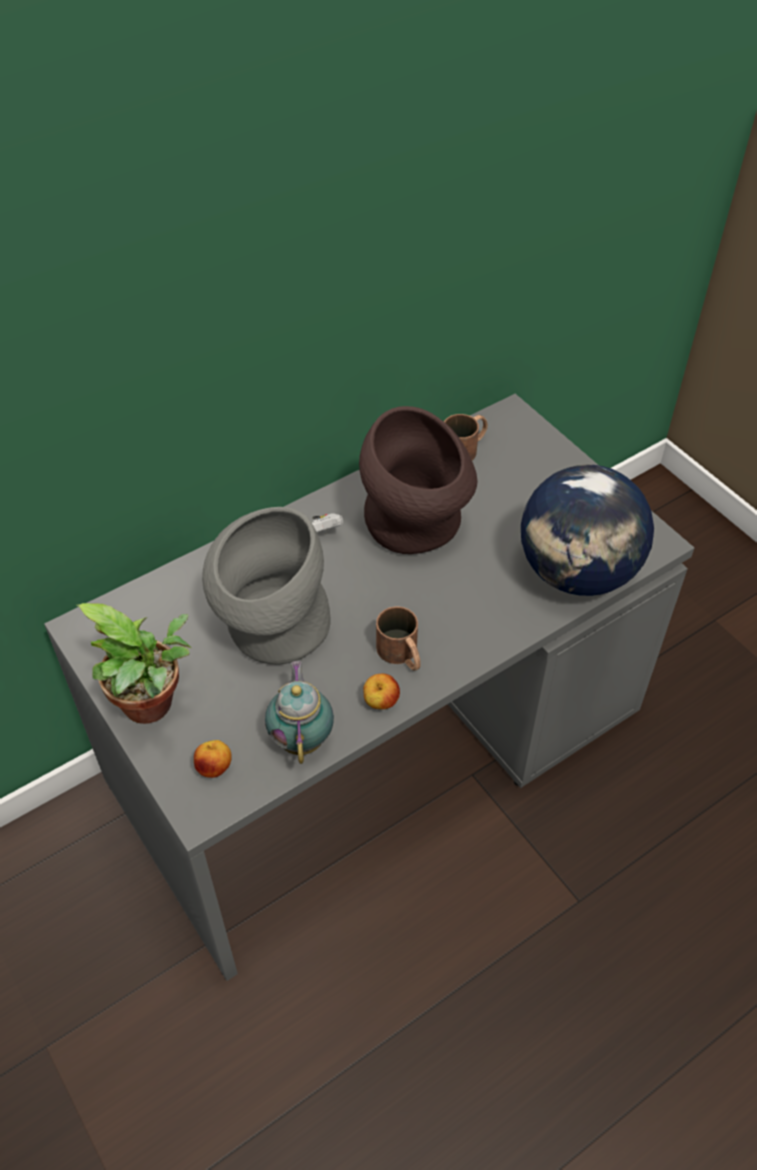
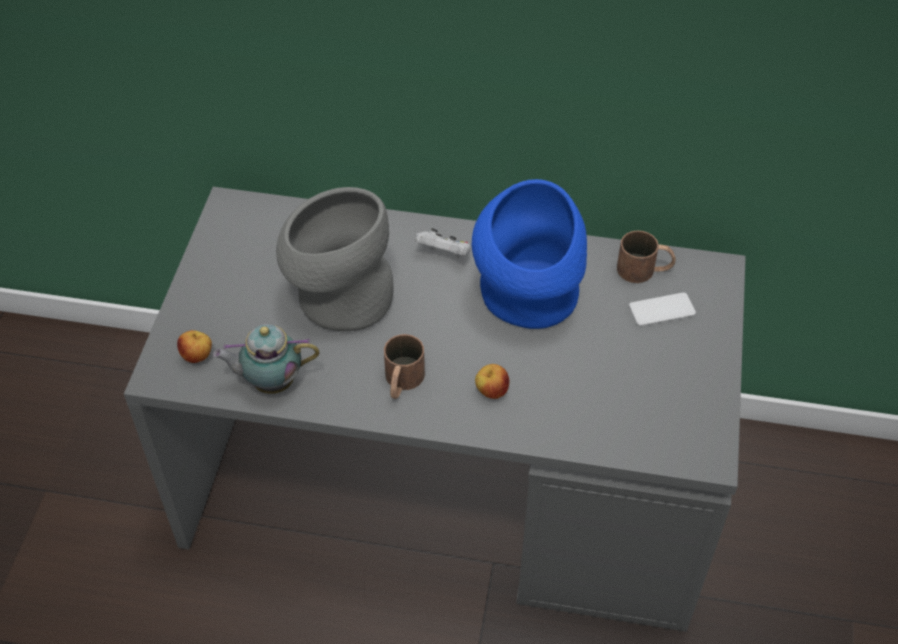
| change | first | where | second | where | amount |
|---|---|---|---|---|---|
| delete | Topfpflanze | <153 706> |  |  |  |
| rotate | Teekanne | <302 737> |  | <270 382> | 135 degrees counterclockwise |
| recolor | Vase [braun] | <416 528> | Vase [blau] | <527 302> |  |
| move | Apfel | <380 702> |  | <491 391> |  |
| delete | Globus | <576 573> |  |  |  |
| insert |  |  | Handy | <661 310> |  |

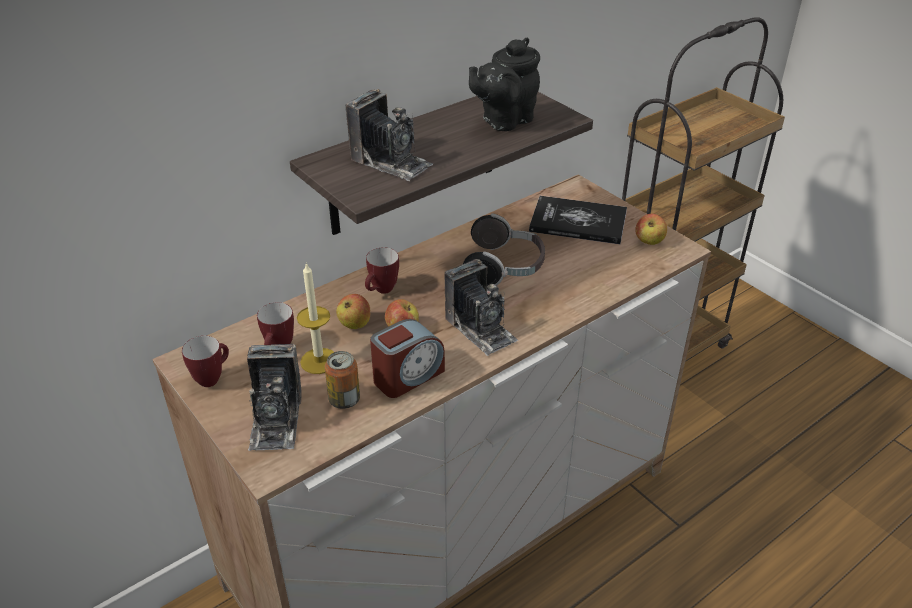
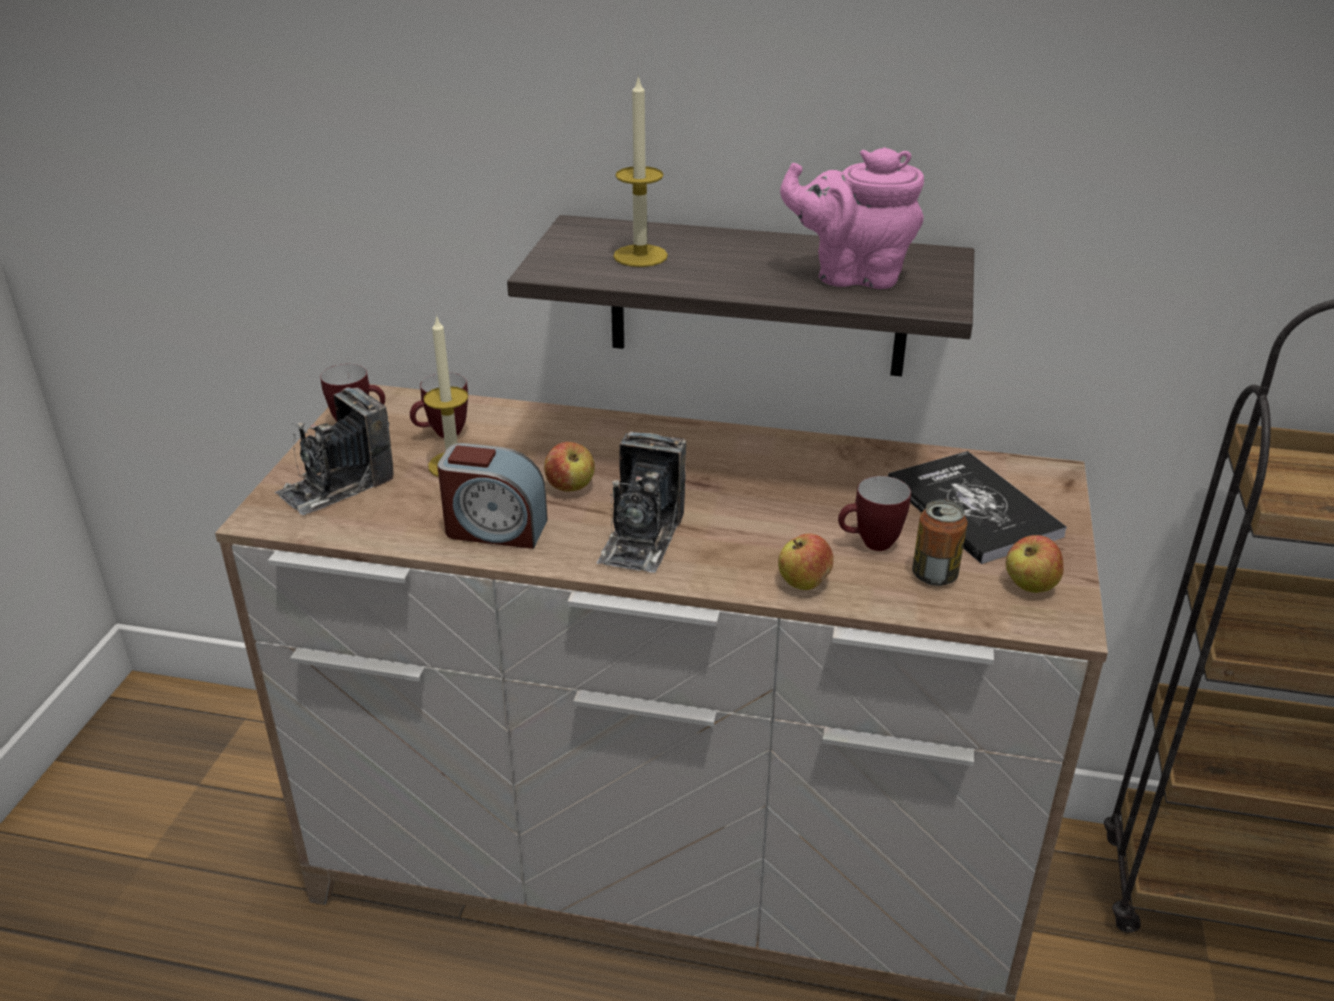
| change | first | where | second | where | amount |
|---|---|---|---|---|---|
| move | Dose | <344 400> |  | <934 575> |  |
| move | Apfel | <355 324> |  | <804 583> |  |
| replace | Kamera | <391 162> | Kerze | <640 256> |  |
| move | Henkelbecher | <381 291> |  | <870 544> |  |
| delete | Kopfhörer | <504 269> |  |  |  |
| recolor | Teekanne [schwarz] | <504 121> | Teekanne [rosa] | <852 275> |  |

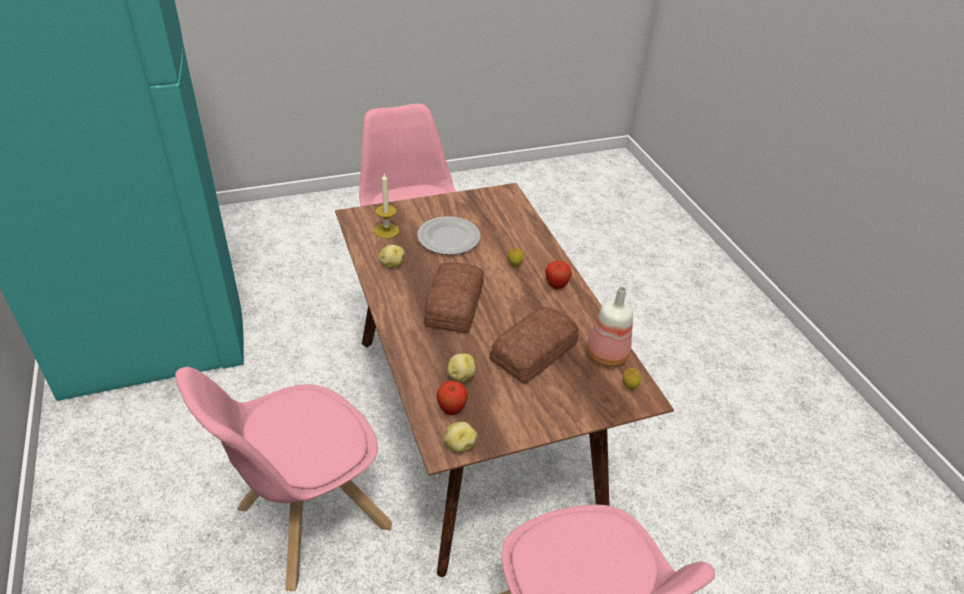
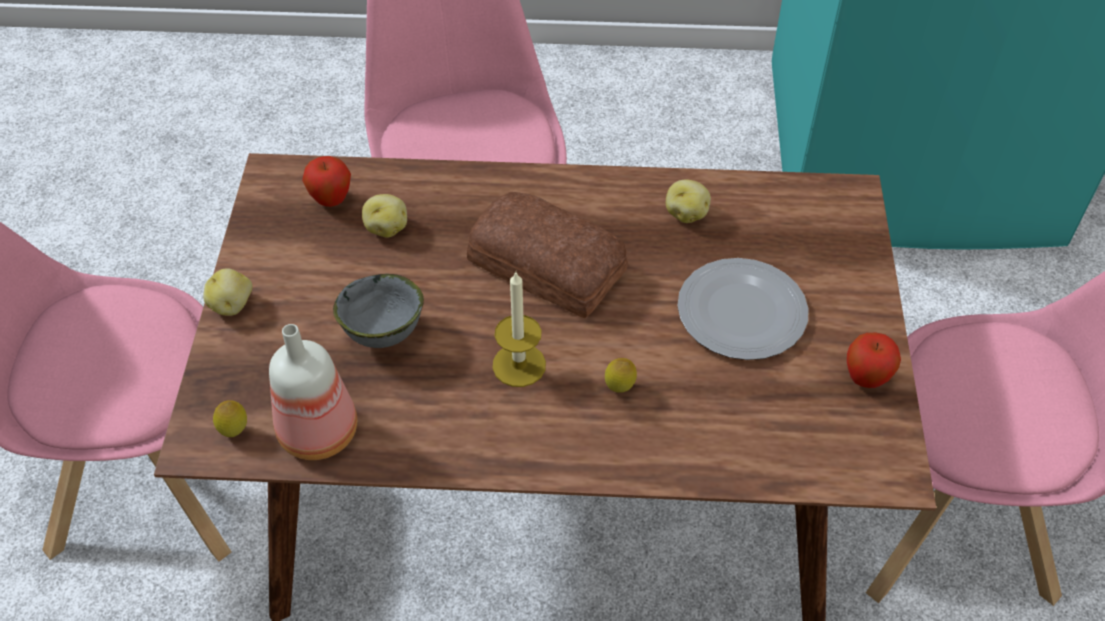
| change | first | where | second | where | amount |
|---|---|---|---|---|---|
| move | Kerze | <386 230> |  | <519 365> |  |
| move | Kartoffel | <459 445> |  | <232 304> |  |
| replace | Brot | <536 352> | Schüssel [grau] | <382 335> |  |
| move | Apfel | <556 286> |  | <866 378> |  |

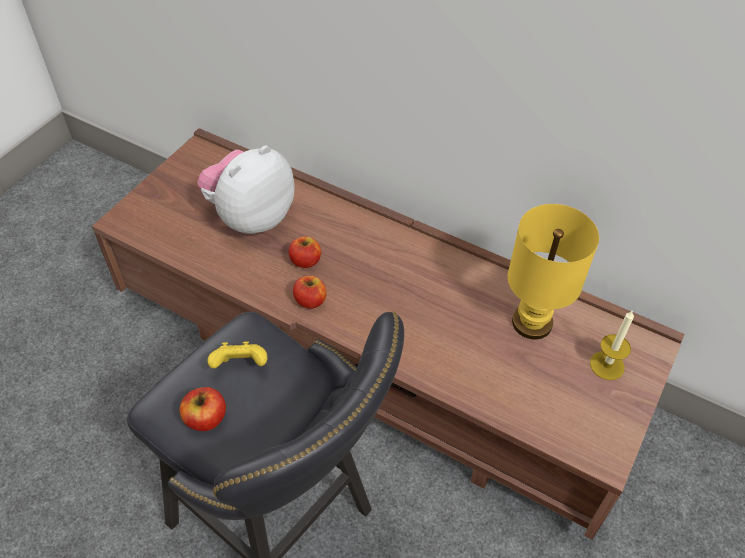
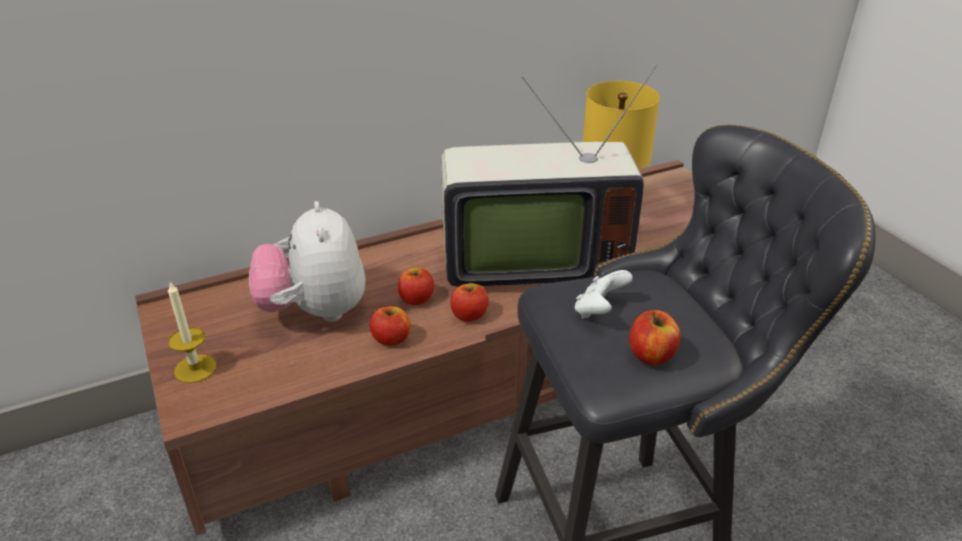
| change | first | where | second | where | amount |
|---|---|---|---|---|---|
| recolor | Gamepad [gelb] | <241 365> | Gamepad [weiß] | <599 311> |  |
| move | Kerze | <607 365> |  | <195 368> |  |
| insert |  |  | Apfel | <391 338> |  |
| insert |  |  | Fernseher | <530 263> |  |

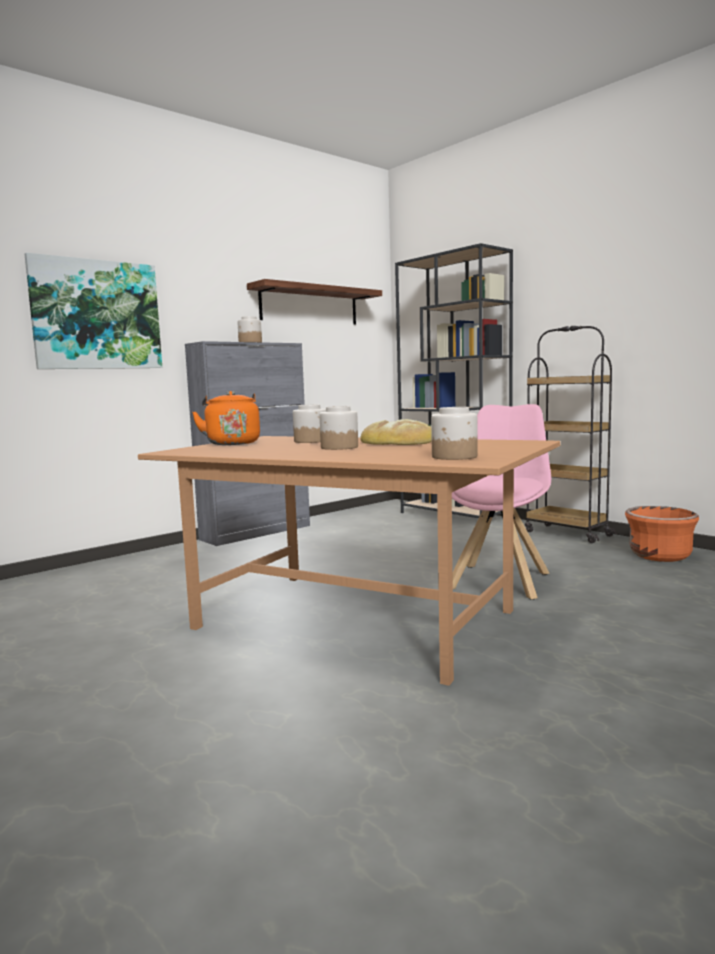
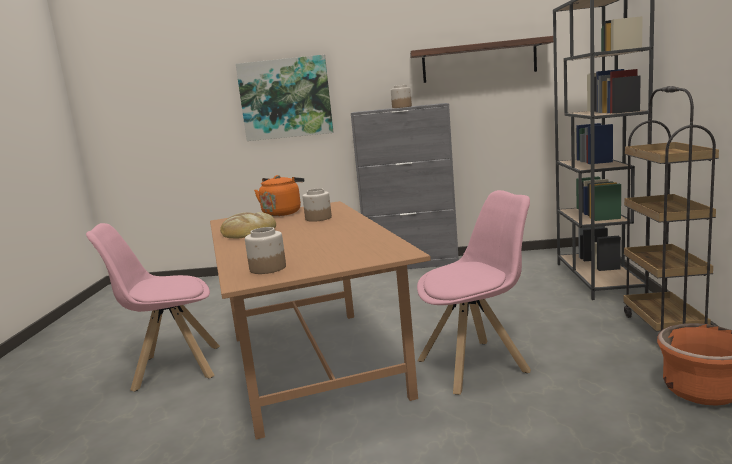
| change | first | where | second | where | amount |
|---|---|---|---|---|---|
| delete | Vorratsglas | <339 447> |  |  |  |
| move | Brot | <398 442> |  | <248 231> |  |
| insert |  |  | Stuhl [rosa] | <172 368> |  |

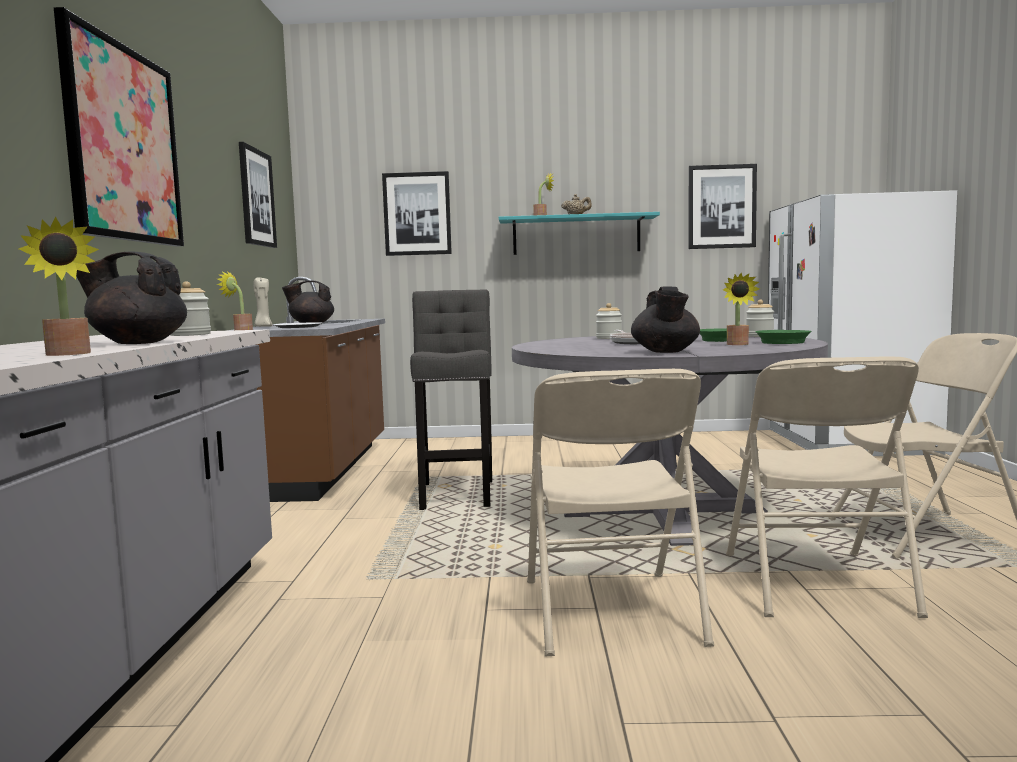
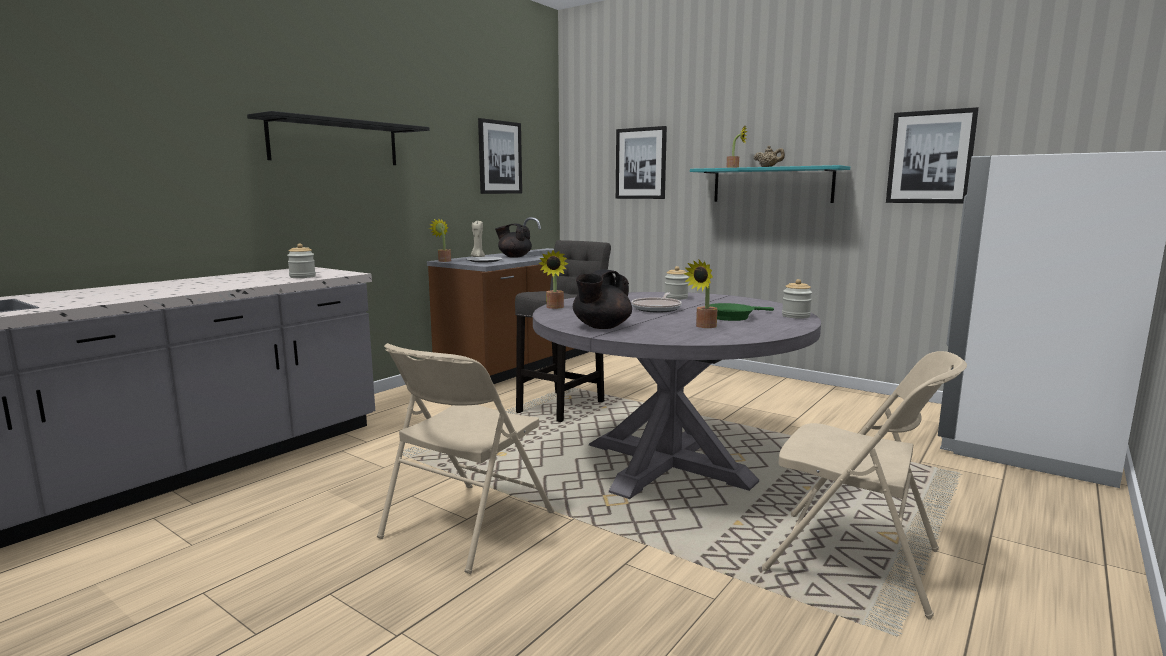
| change | first | where | second | where | amount |
|---|---|---|---|---|---|
| move | Topfpflanze | <69 354> |  | <554 307> |  |
| replace | Bild | <123 144> | Wandregal [schwarz] | <335 142> |  |
| delete | Teekanne [schwarz] | <137 343> |  |  |  |
| delete | Stuhl [beige] | <814 583> |  |  |  |
| delete | Pfanne [grün] | <784 342> |  |  |  |

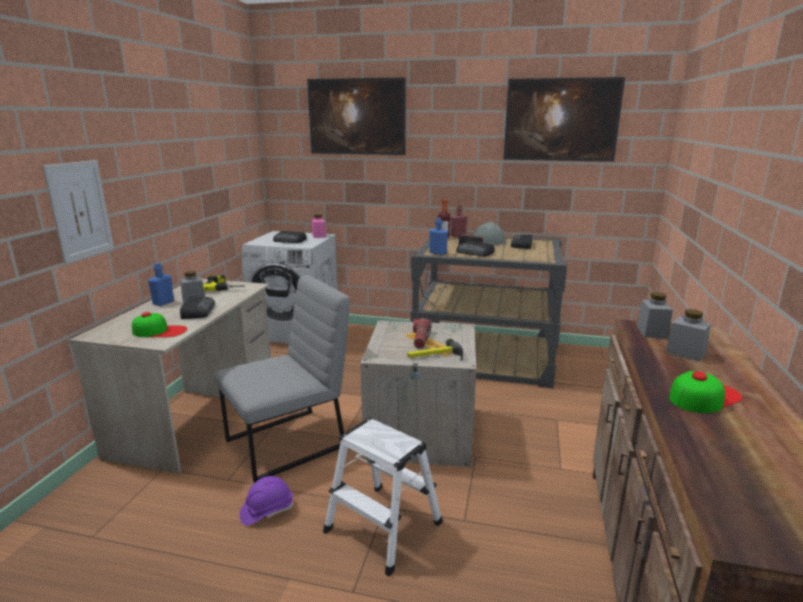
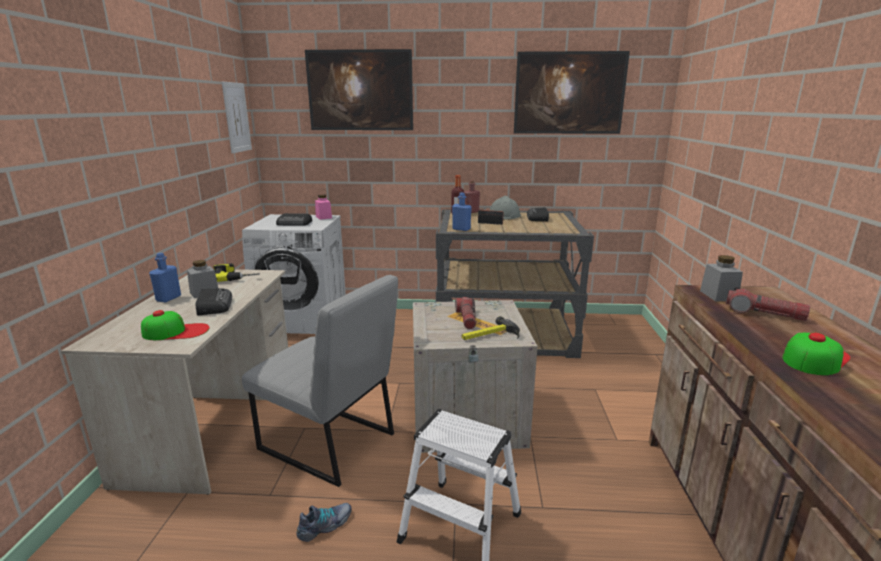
| change | first | where | second | where | amount |
|---|---|---|---|---|---|
| move | Bild | <80 210> |  | <237 117> |  |
| rotate | Stuhl [grau] | <289 442> |  | <329 443> | 75 degrees clockwise |
| replace | Schutzhelm [lila] | <267 510> | Schuh | <325 526> |  |
| delete | Radio | <475 252> |  |  |  |
| replace | Vorratsglas [grau] | <685 353> | Taschenlampe | <764 314> |  |

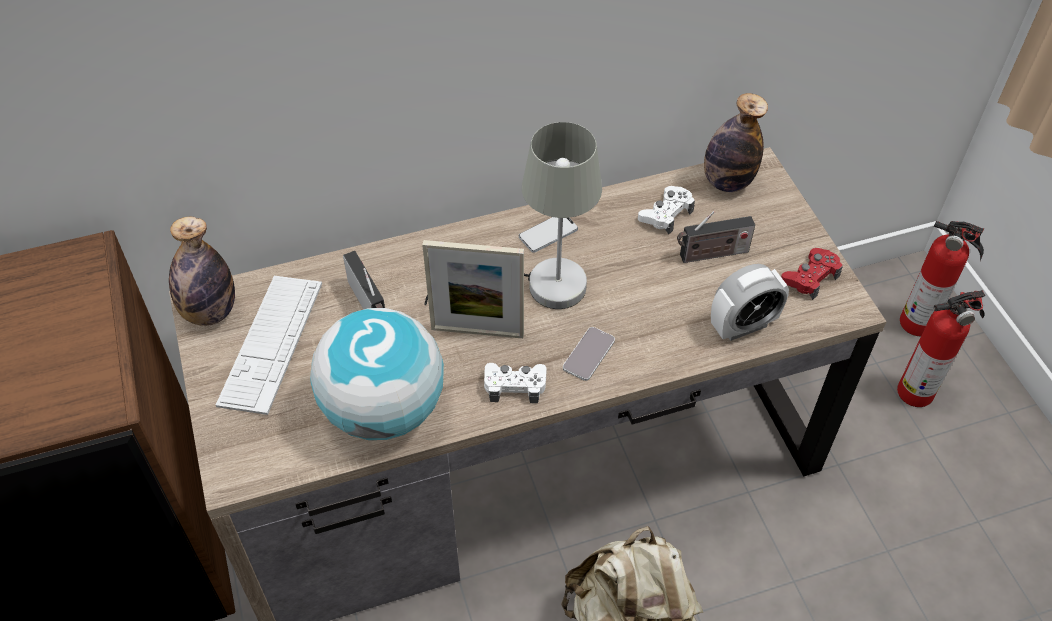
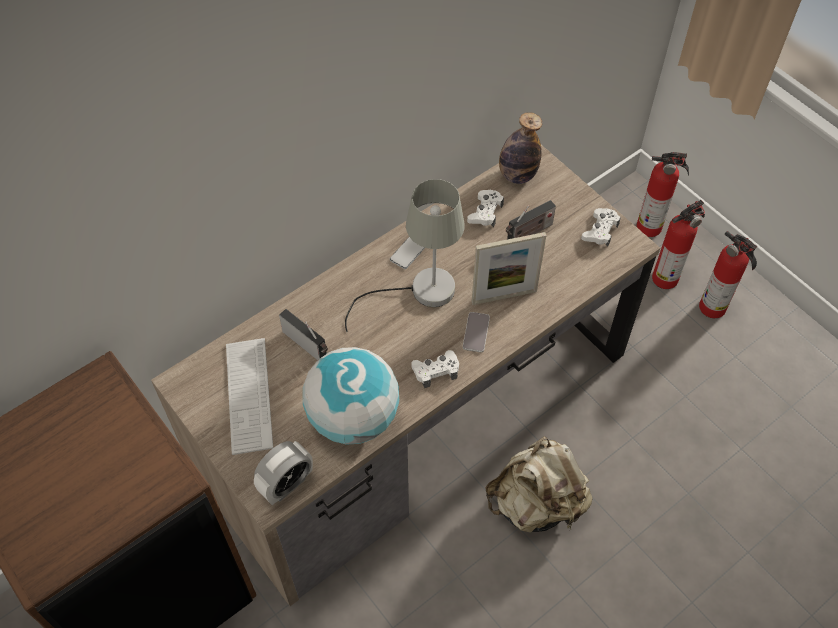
| change | first | where | second | where | amount |
|---|---|---|---|---|---|
| delete | Flasche | <210 312> |  |  |  |
| move | Bilderrahmen | <477 331> |  | <504 296> |  |
| move | Wecker | <743 326> |  | <287 484> |  |
| recolor | Gamepad [rot] | <810 277> | Gamepad [weiß] | <600 231> |  |
| insert |  |  | Feuerlöscher | <714 308> |  |

